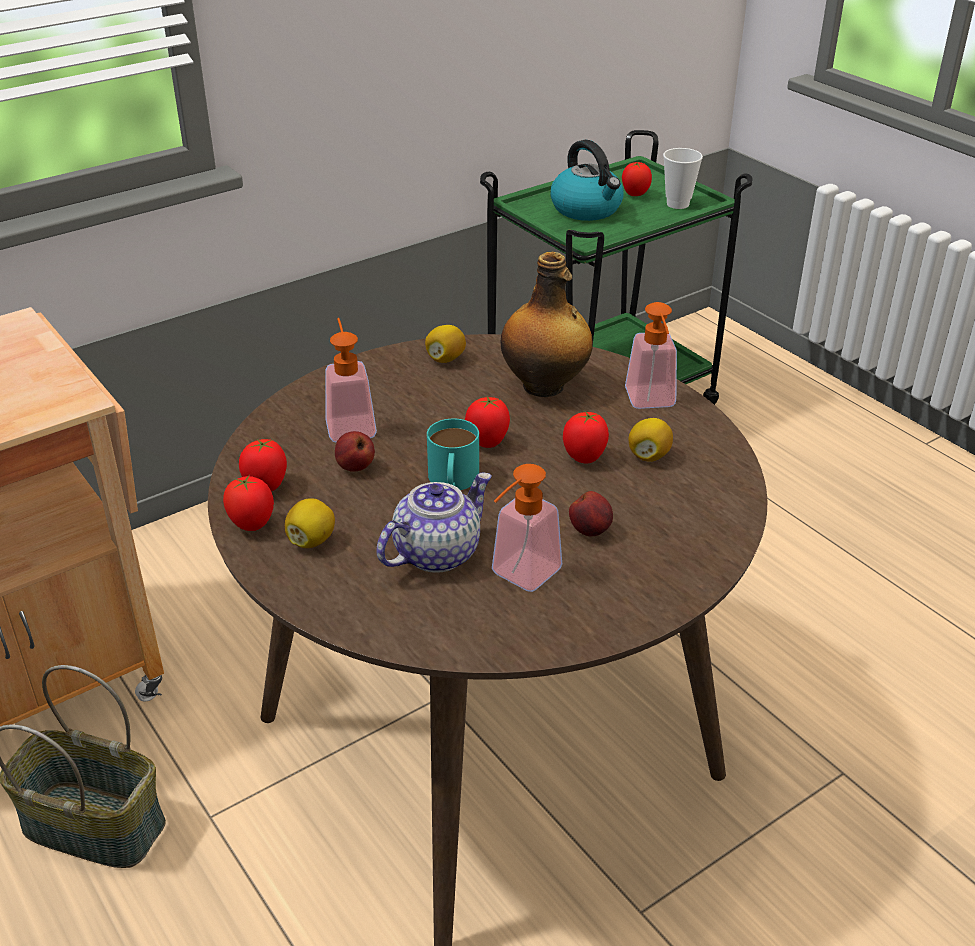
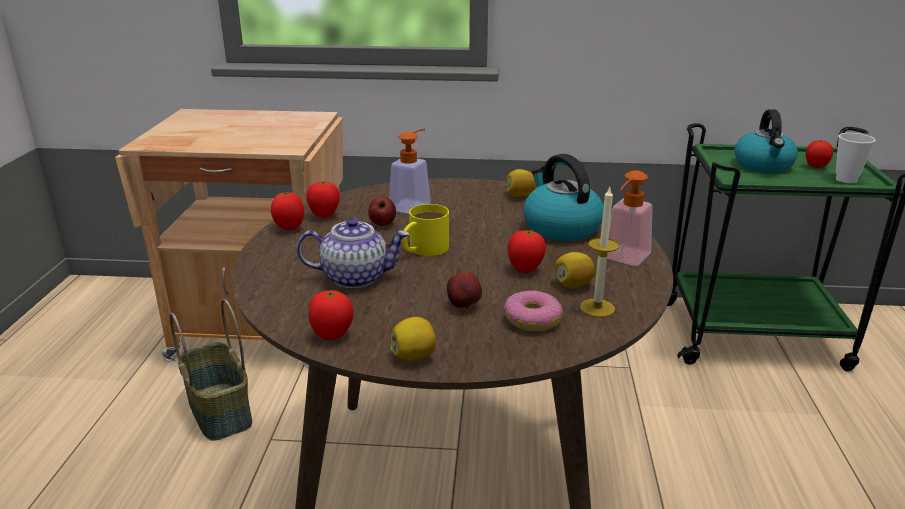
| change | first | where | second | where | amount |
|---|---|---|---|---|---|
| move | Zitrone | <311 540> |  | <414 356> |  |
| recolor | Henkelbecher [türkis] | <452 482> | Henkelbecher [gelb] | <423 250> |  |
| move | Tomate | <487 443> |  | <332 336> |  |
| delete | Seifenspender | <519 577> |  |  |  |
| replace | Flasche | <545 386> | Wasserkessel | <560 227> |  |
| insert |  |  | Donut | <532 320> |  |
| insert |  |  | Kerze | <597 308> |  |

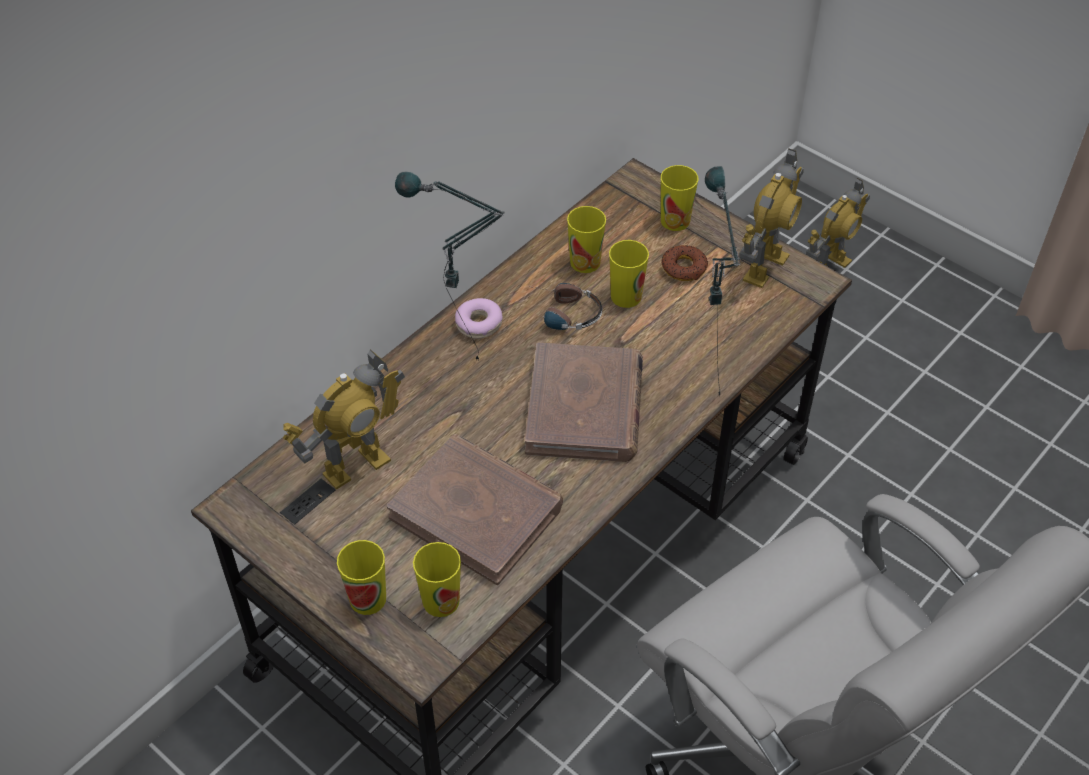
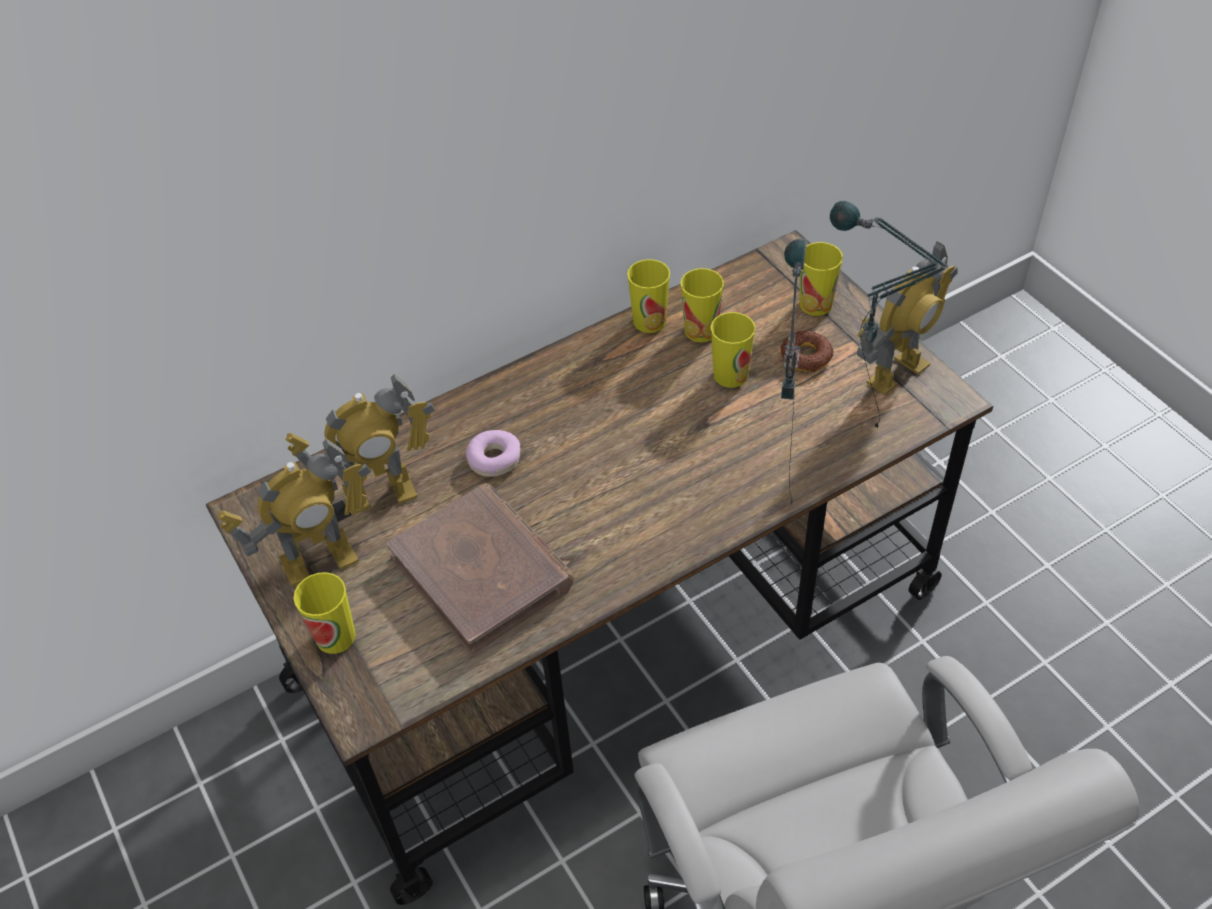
| change | first | where | second | where | amount |
|---|---|---|---|---|---|
| move | Tischlampe | <462 368> |  | <857 433> |  |
| move | Tasse | <441 601> |  | <649 321> |  |
| move | Donut | <479 324> |  | <494 459> |  |
| delete | Buch [braun] | <585 407> |  |  |  |
| delete | Kopfhörer | <562 314> |  |  |  |
| move | Spielzeugroboter | <829 266> |  | <320 562> |  |

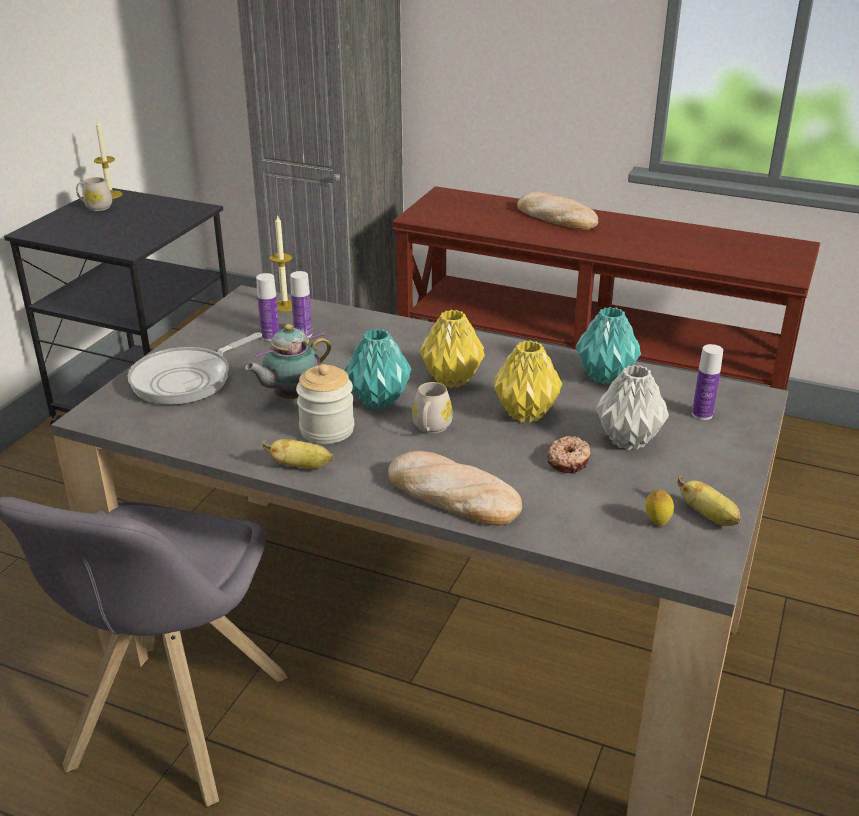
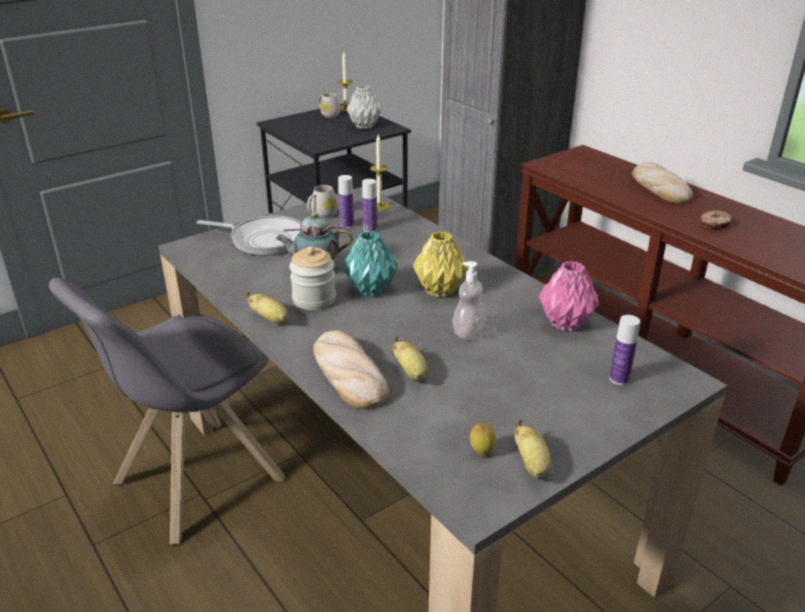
| change | first | where | second | where | amount |
|---|---|---|---|---|---|
| rotate | Pfanne | <187 380> |  | <264 239> | 150 degrees counterclockwise |
| move | Henkelbecher [weiß] | <430 428> |  | <322 215> |  |
| replace | Vase [gelb] | <526 414> | Seifenspender | <468 333> |  |
| move | Donut | <569 461> |  | <715 225> |  |
| recolor | Vase [türkis] | <604 376> | Vase [rosa] | <565 323> |  |
| move | Vase [grau] | <629 439> |  | <365 126> |  |
| insert |  |  | Banane | <411 372> |  |

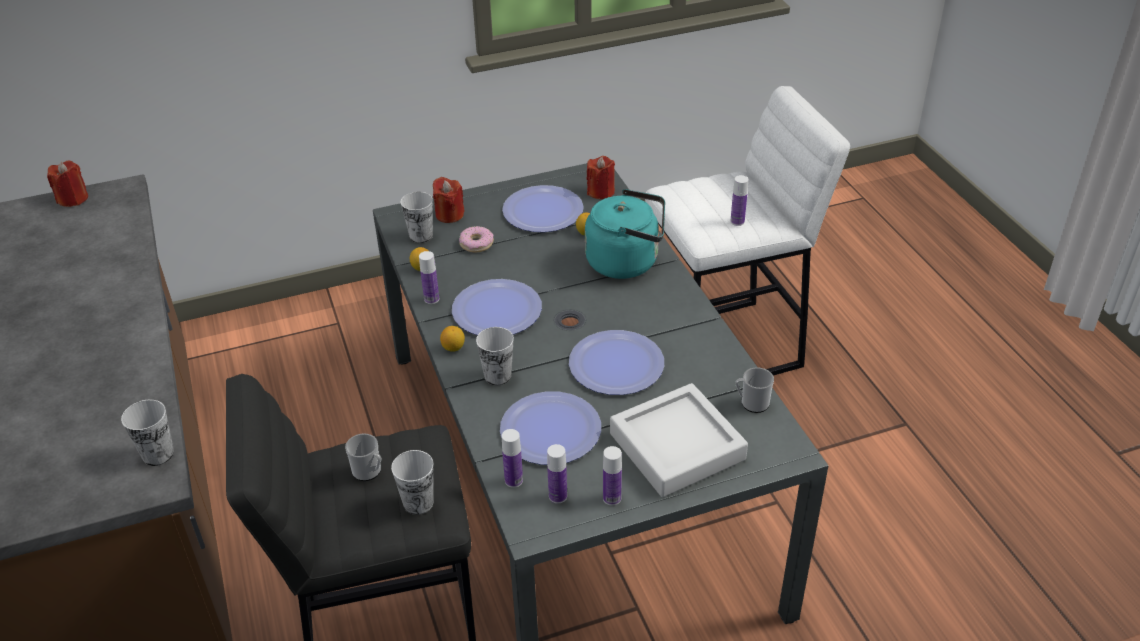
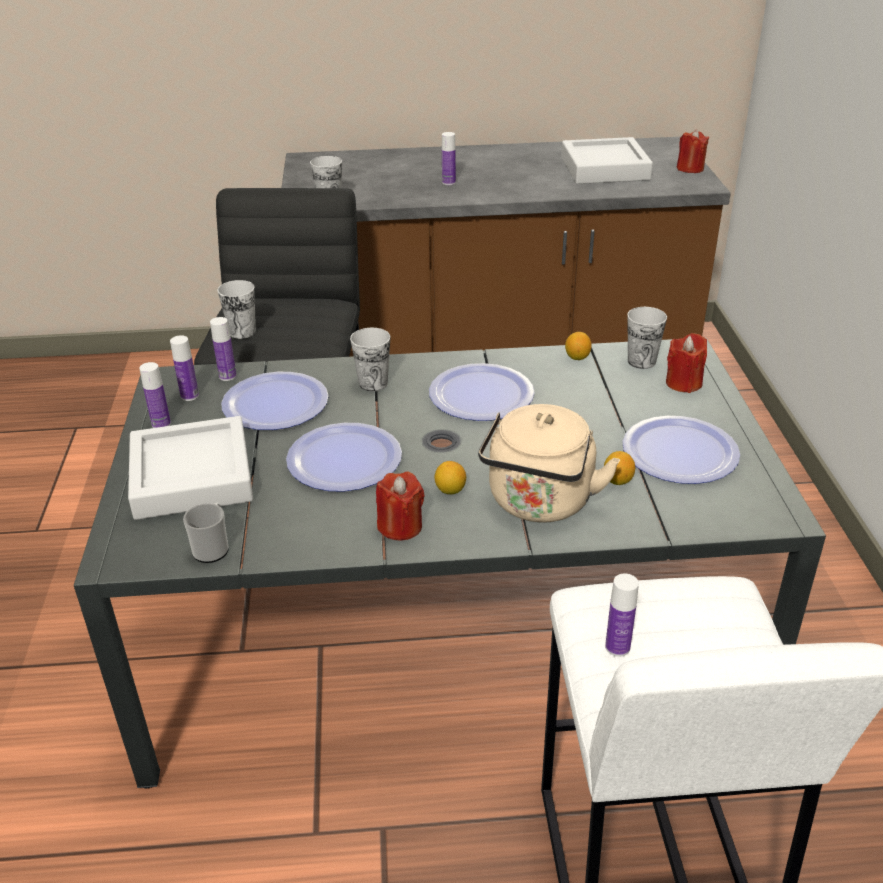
| change | first | where | second | where | amount |
|---|---|---|---|---|---|
| delete | Henkelbecher | <369 472> |  |  |  |
| move | Flasche | <431 299> |  | <448 182> |  |
| move | Zitrone | <453 348> |  | <450 490> |  |
| delete | Donut | <476 244> |  |  |  |
| recolor | Wasserkessel [türkis] | <627 262> | Wasserkessel [beige] | <539 503> |  |
| move | Kerze [rot] | <601 192> |  | <400 526> |  |
| insert |  |  | Tablett [grau] | <604 169> |  |

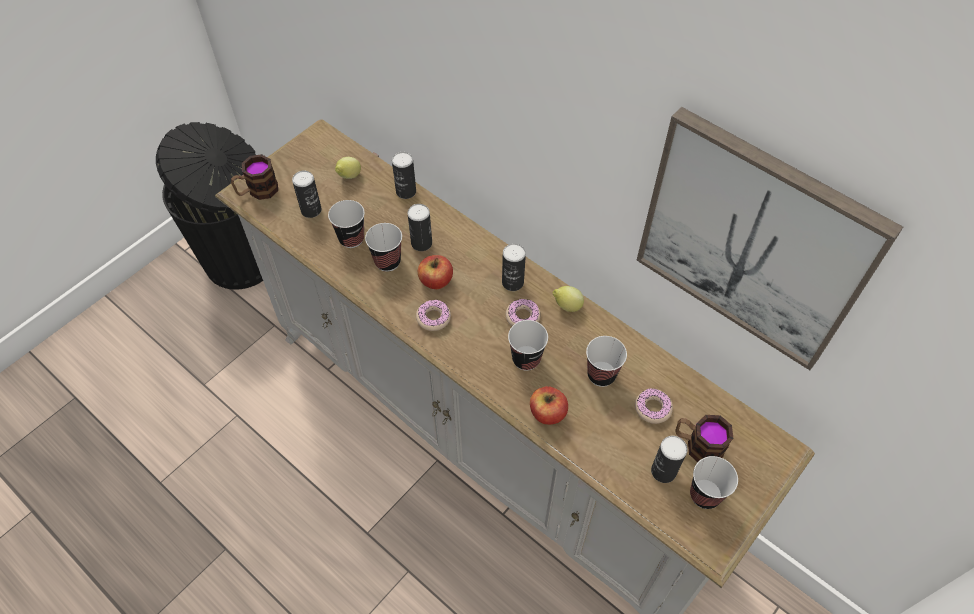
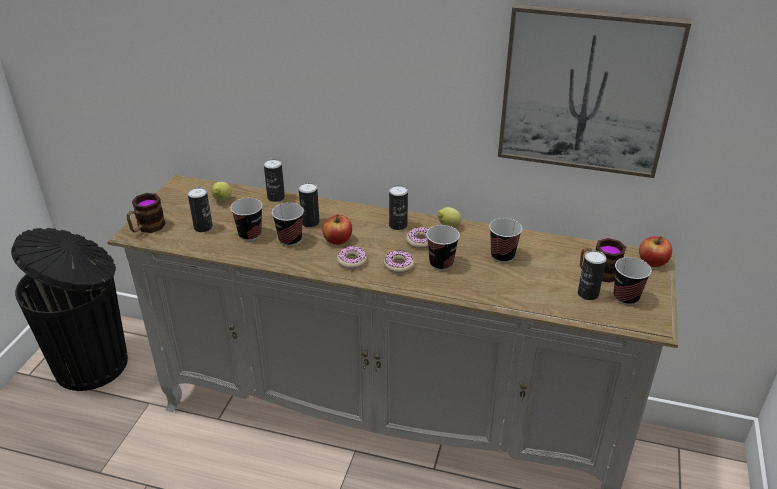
| change | first | where | second | where | amount |
|---|---|---|---|---|---|
| move | Apfel | <547 413> |  | <652 262> |  |
| move | Donut | <653 408> |  | <399 265> |  |

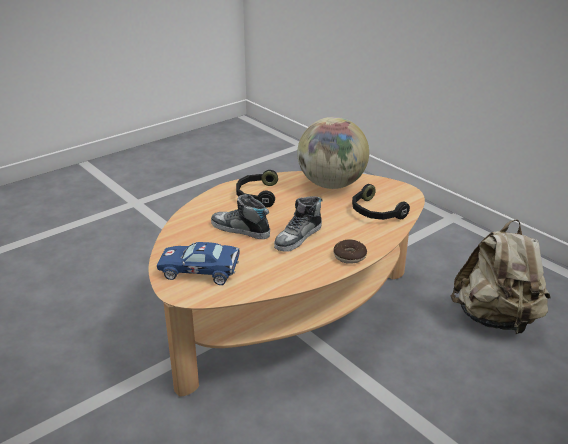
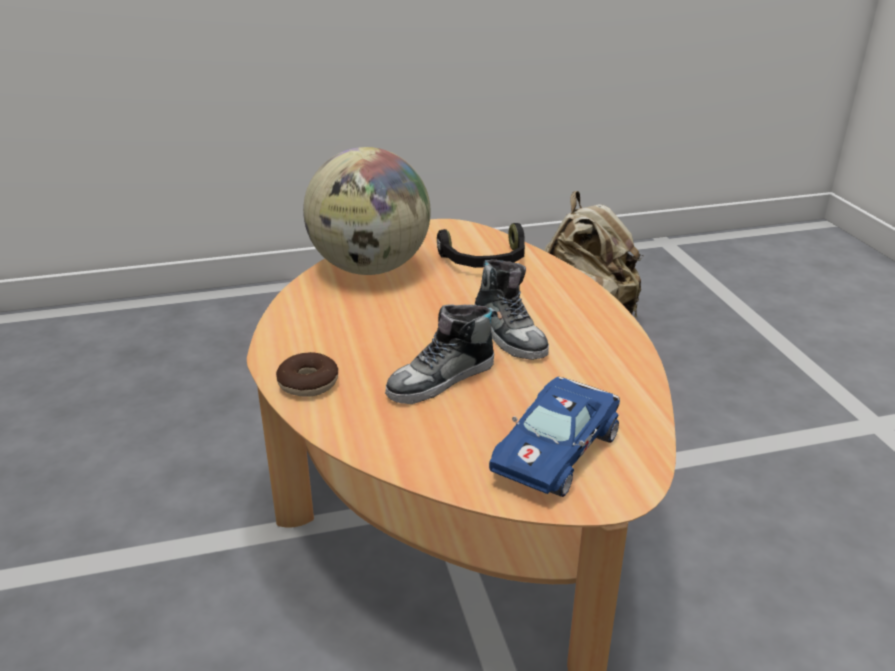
| change | first | where | second | where | amount |
|---|---|---|---|---|---|
| delete | Kopfhörer [schwarz] | <256 195> |  |  |  |
| move | Donut | <349 256> |  | <308 383> |  |

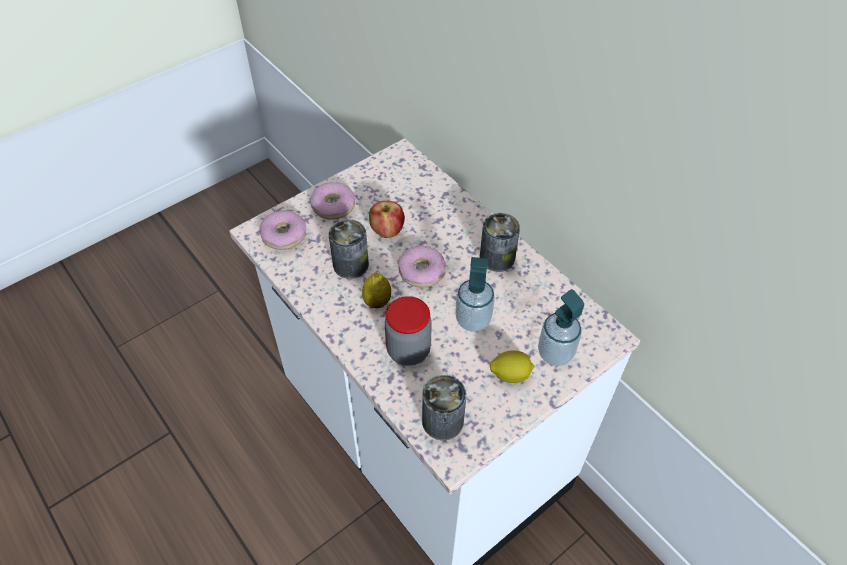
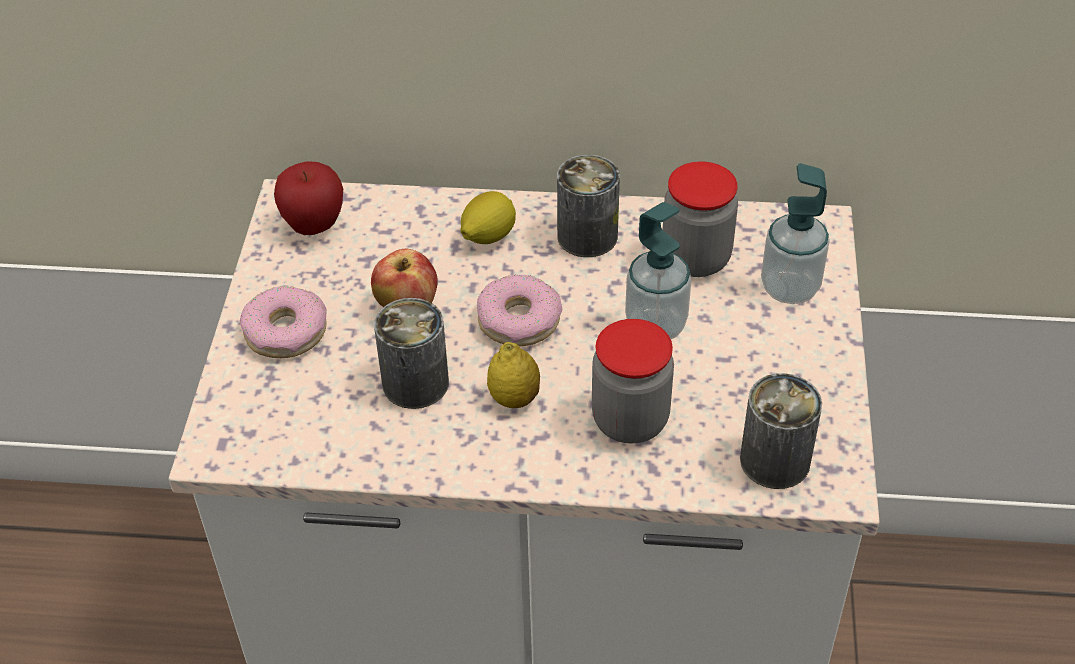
| change | first | where | second | where | amount |
|---|---|---|---|---|---|
| delete | Donut | <284 235> |  |  |  |
| move | Zitrone | <510 374> |  | <488 236> |  |
| insert |  |  | Apfel | <314 226> |  |
| insert |  |  | Vorratsglas | <695 259> |  |

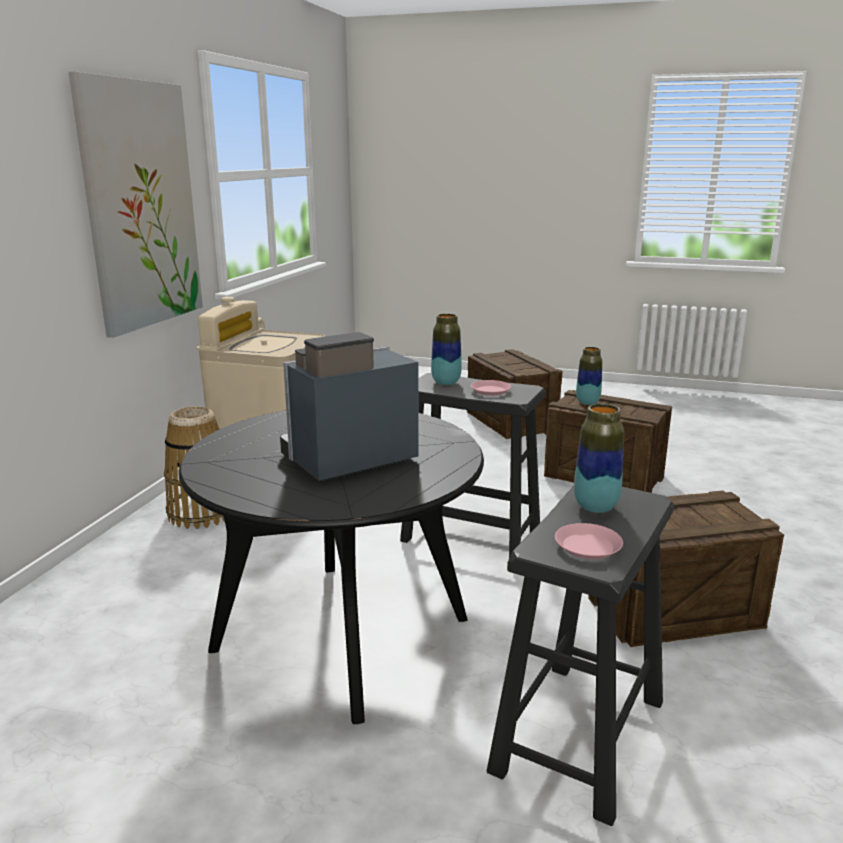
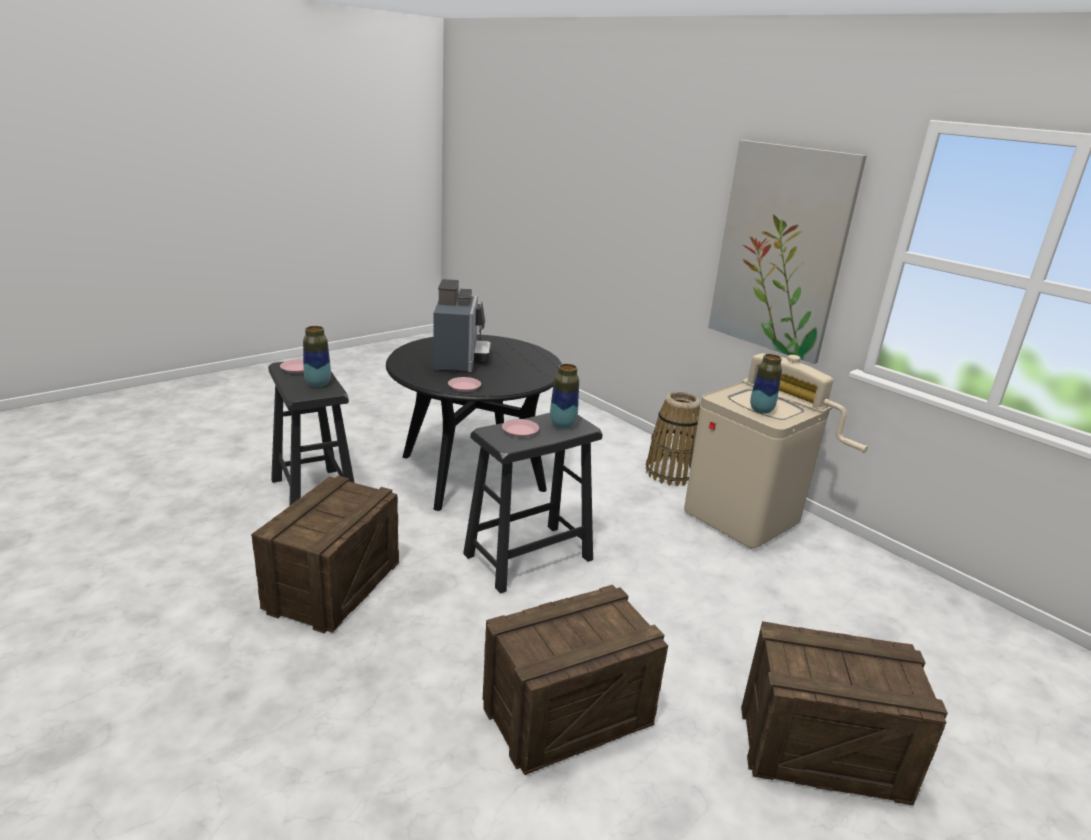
| change | first | where | second | where | amount |
|---|---|---|---|---|---|
| move | Vase | <587 402> |  | <761 410> |  |
| insert |  |  | Teller [rosa] | <464 387> |  |

